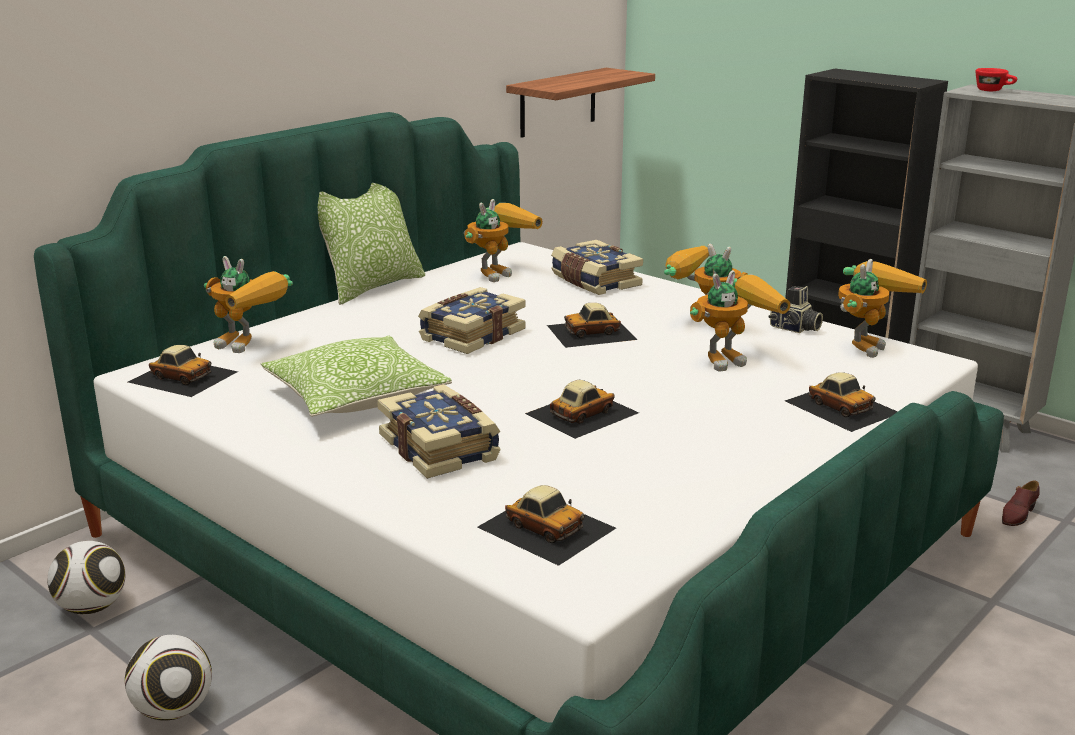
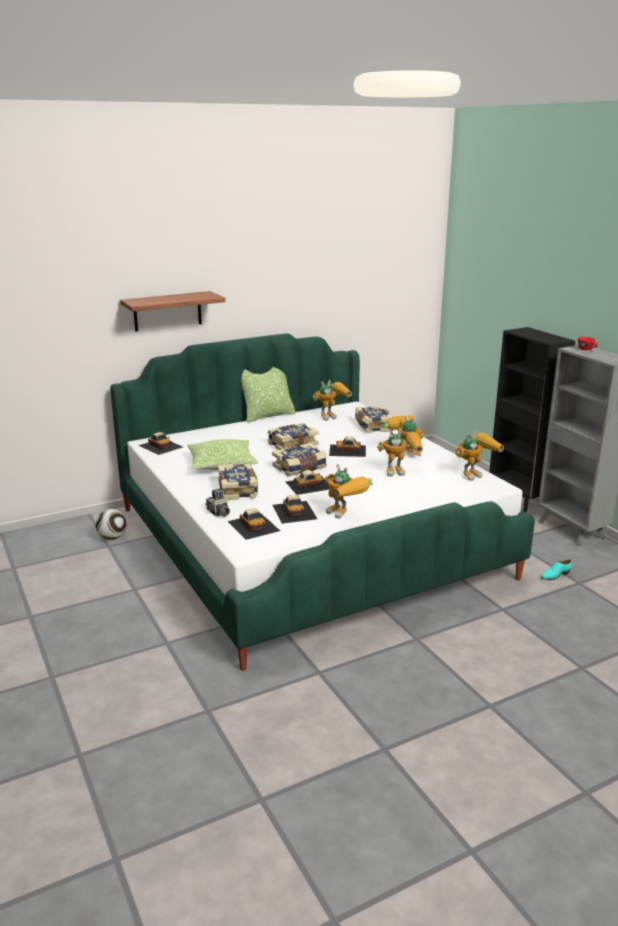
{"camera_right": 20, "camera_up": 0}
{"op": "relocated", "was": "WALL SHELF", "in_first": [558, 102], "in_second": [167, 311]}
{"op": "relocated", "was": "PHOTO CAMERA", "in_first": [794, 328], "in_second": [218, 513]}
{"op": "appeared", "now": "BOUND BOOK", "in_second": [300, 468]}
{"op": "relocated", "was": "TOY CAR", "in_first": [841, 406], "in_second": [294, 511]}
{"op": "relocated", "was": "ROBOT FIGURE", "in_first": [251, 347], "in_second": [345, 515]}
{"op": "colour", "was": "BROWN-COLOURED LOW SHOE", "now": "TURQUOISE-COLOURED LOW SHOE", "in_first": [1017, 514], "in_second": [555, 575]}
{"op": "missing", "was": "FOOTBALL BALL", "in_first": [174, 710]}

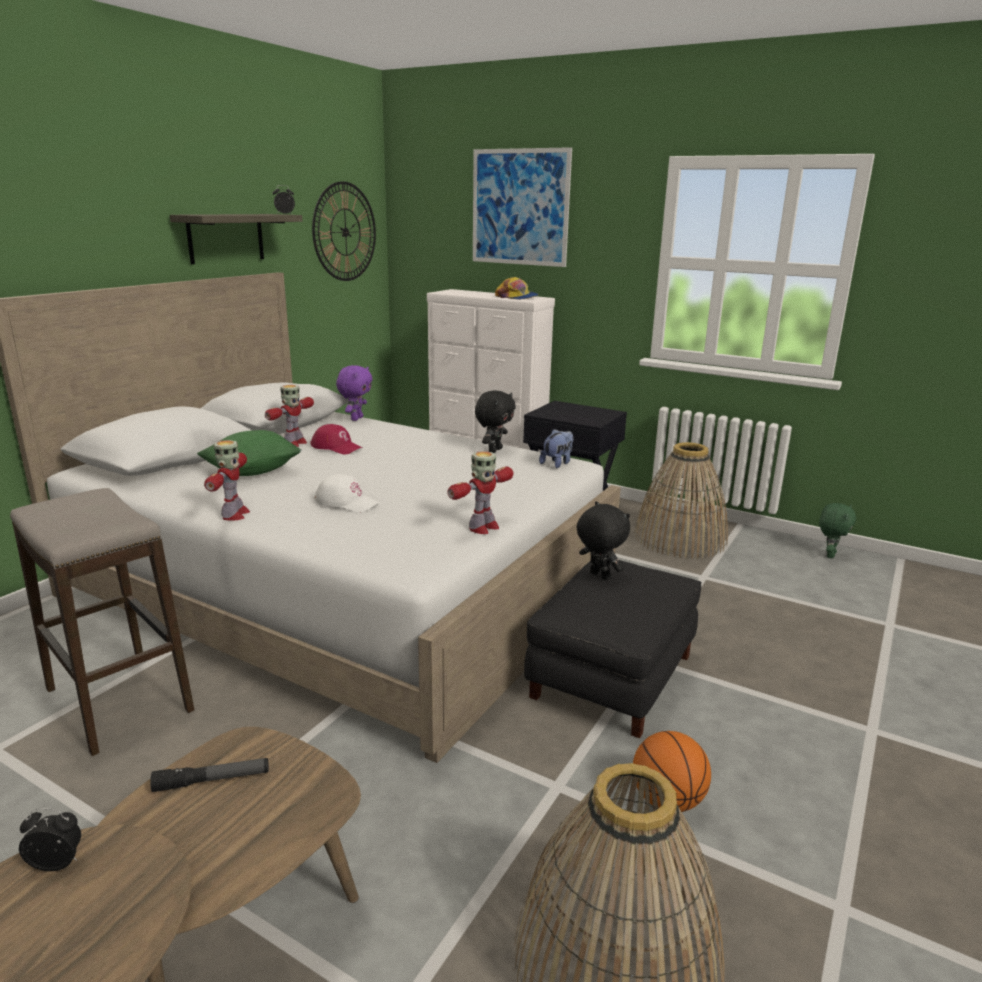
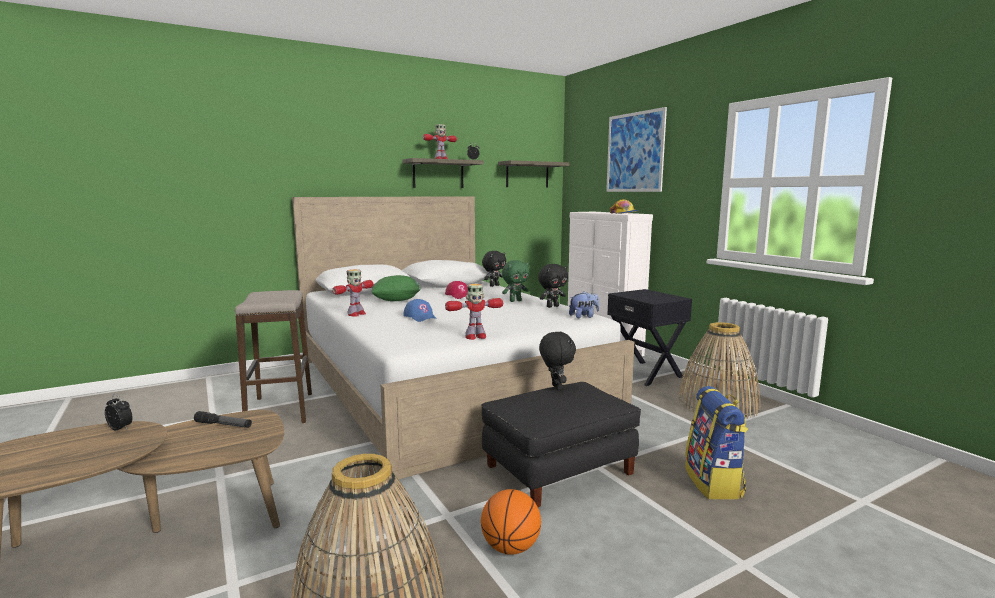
{"camera_right": 30, "camera_up": -10}
{"op": "colour", "was": "WHITISH PEAKED CAP", "now": "BLUISH PEAKED CAP", "in_first": [347, 502], "in_second": [420, 317]}
{"op": "relocated", "was": "ROBOT FIGURE", "in_first": [294, 443], "in_second": [441, 159]}
{"op": "colour", "was": "PURPLISH CUDDLY TOY", "now": "BLACK-COLOURED CUDDLY TOY", "in_first": [356, 418], "in_second": [494, 285]}
{"op": "exchanged", "was": "CLOCK ON THE WALL", "now": "WALL SHELF", "in_first": [345, 232], "in_second": [527, 175]}
{"op": "relocated", "was": "GREEN CUDDLY TOY", "in_first": [829, 555], "in_second": [515, 301]}
{"op": "appeared", "now": "KNAPSACK", "in_second": [714, 483]}

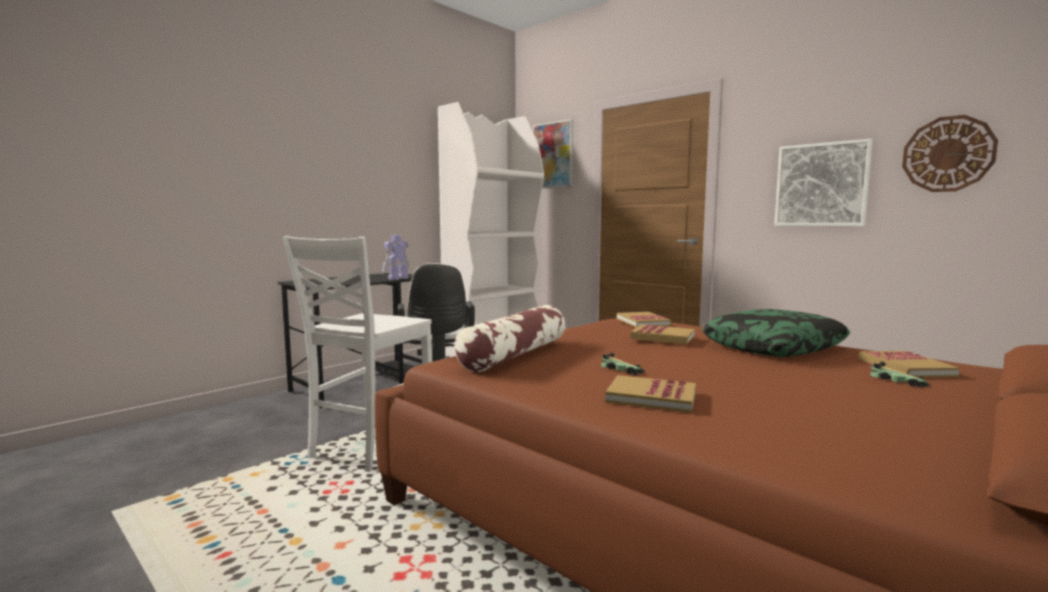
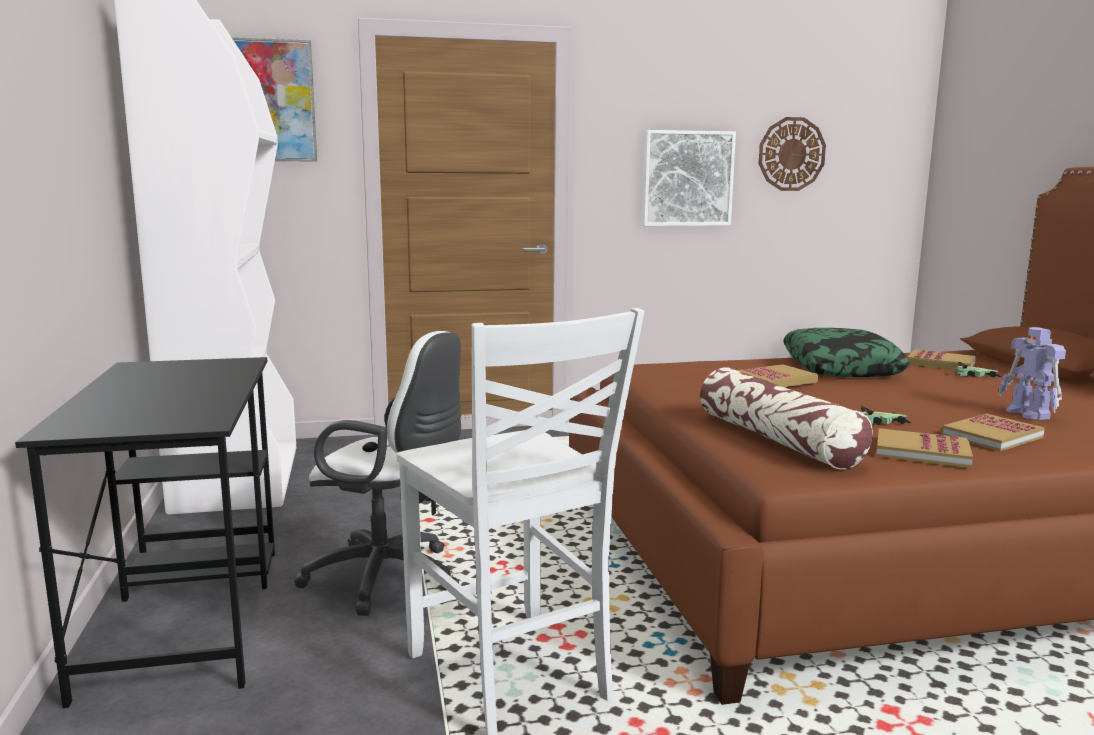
{"camera_right": -55, "camera_up": 5}
{"op": "relocated", "was": "BOUND BOOK", "in_first": [643, 322], "in_second": [922, 452]}
{"op": "relocated", "was": "ROBOT FIGURE", "in_first": [397, 278], "in_second": [1028, 414]}

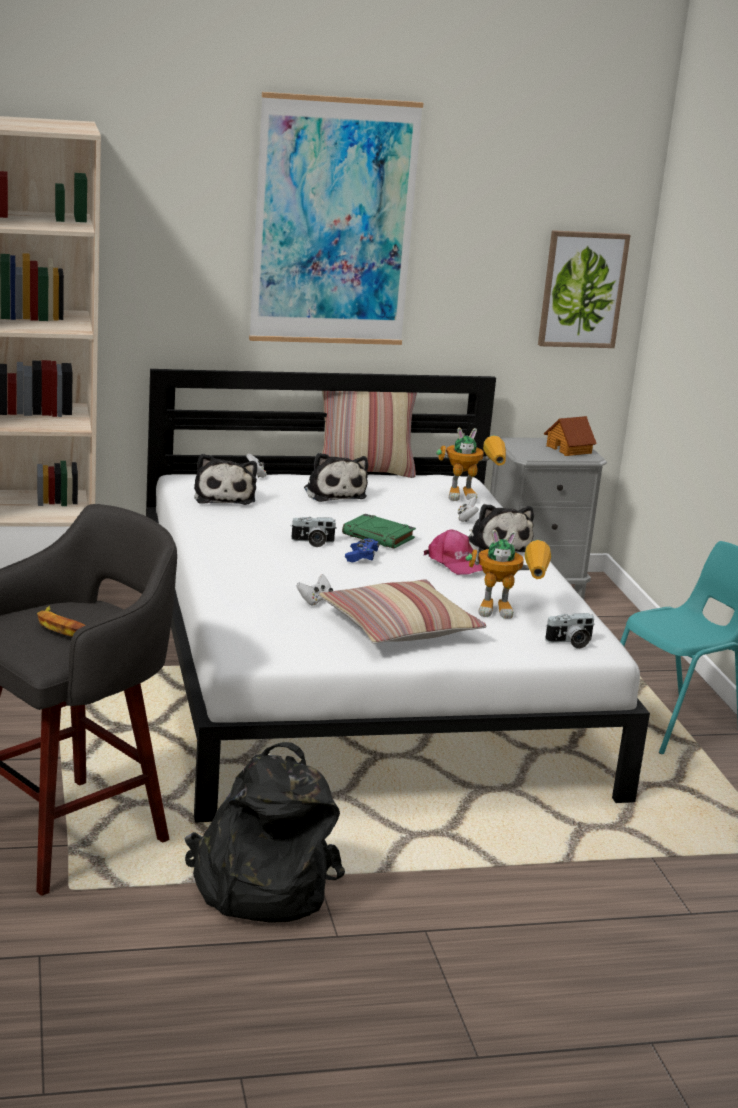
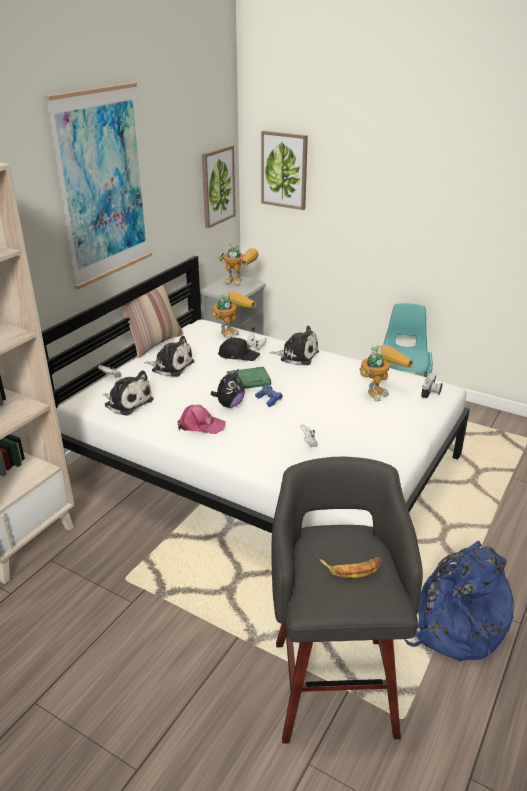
{"camera_right": -45, "camera_up": 10}
{"op": "relocated", "was": "PINK-COLOURED PEAKED CAP", "in_first": [454, 563], "in_second": [200, 425]}
{"op": "exchanged", "was": "PHOTO CAMERA", "now": "CUDDLY TOY", "in_first": [313, 542], "in_second": [229, 405]}
{"op": "exchanged", "was": "MINIATURE HOUSE", "now": "ROBOT FIGURE", "in_first": [569, 449], "in_second": [240, 282]}
{"op": "appeared", "now": "BLACK-COLOURED PEAKED CAP", "in_second": [238, 355]}
{"op": "appeared", "now": "PICTURE", "in_second": [284, 170]}
{"op": "colour", "was": "BLACK-COLOURED KNAPSACK", "now": "BLUISH KNAPSACK", "in_first": [259, 885], "in_second": [452, 626]}
{"op": "missing", "was": "PILLOW", "in_first": [399, 628]}

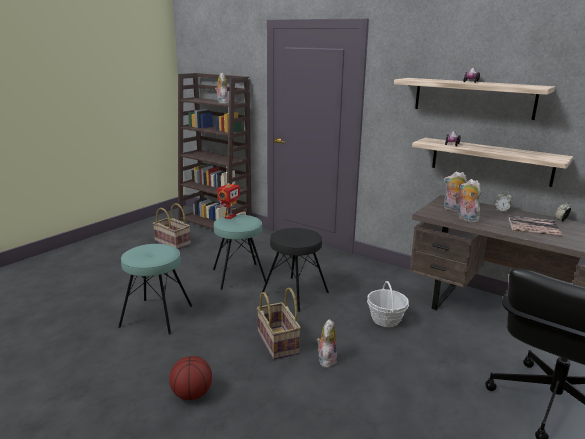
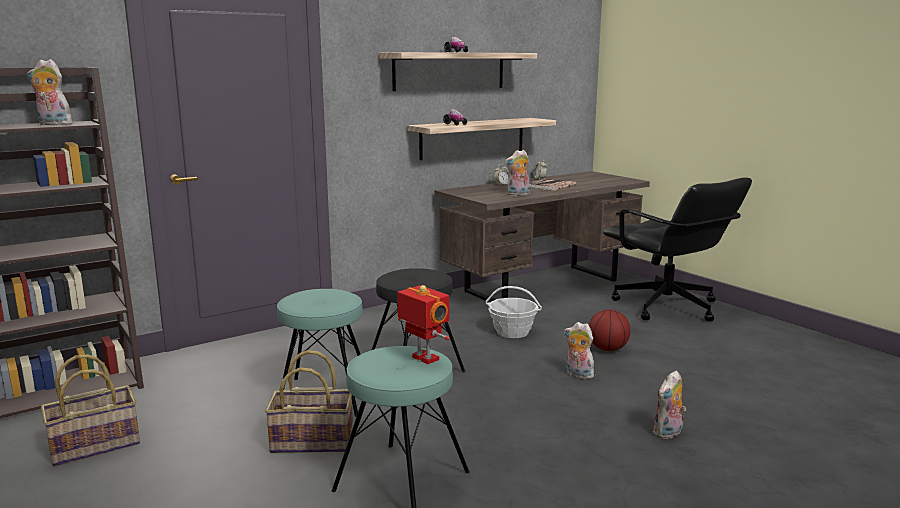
{"camera_right": -70, "camera_up": -5}
{"op": "relocated", "was": "BASKET", "in_first": [278, 342], "in_second": [313, 441]}
{"op": "relocated", "was": "ROBOT FIGURE", "in_first": [229, 216], "in_second": [424, 359]}
{"op": "relocated", "was": "BALL FOR BASKETBALL", "in_first": [191, 394], "in_second": [608, 349]}
{"op": "relocated", "was": "CUDDLY TOY", "in_first": [453, 210], "in_second": [668, 433]}

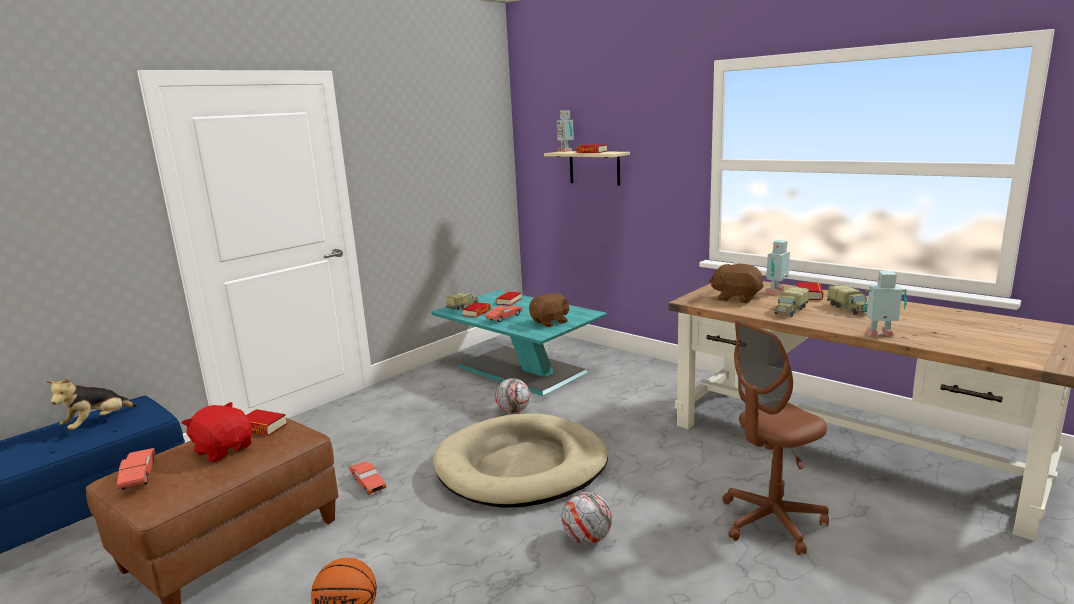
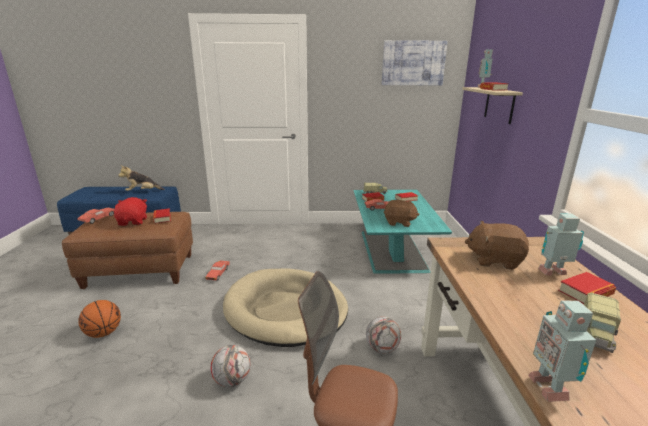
{"camera_right": 45, "camera_up": 5}
{"op": "relocated", "was": "FOOTBALL BALL", "in_first": [513, 411], "in_second": [382, 348]}
{"op": "appeared", "now": "PICTURE", "in_second": [413, 63]}
{"op": "spun", "was": "BROWN-COLOURED CUDDLY TOY", "in_first": [736, 298], "in_second": [494, 260], "clockwise": -60}
{"op": "spun", "was": "ROBOT FIGURE", "in_first": [881, 335], "in_second": [550, 387], "clockwise": -150}
{"op": "missing", "was": "TOY TRUCK", "in_first": [790, 310]}

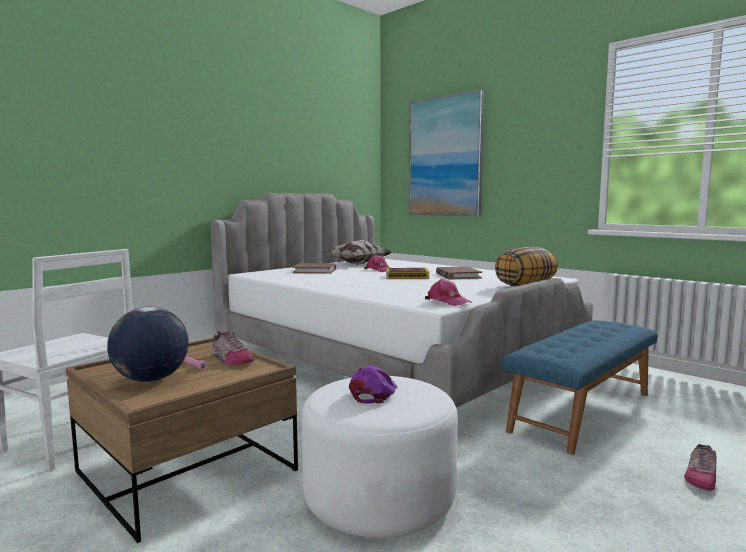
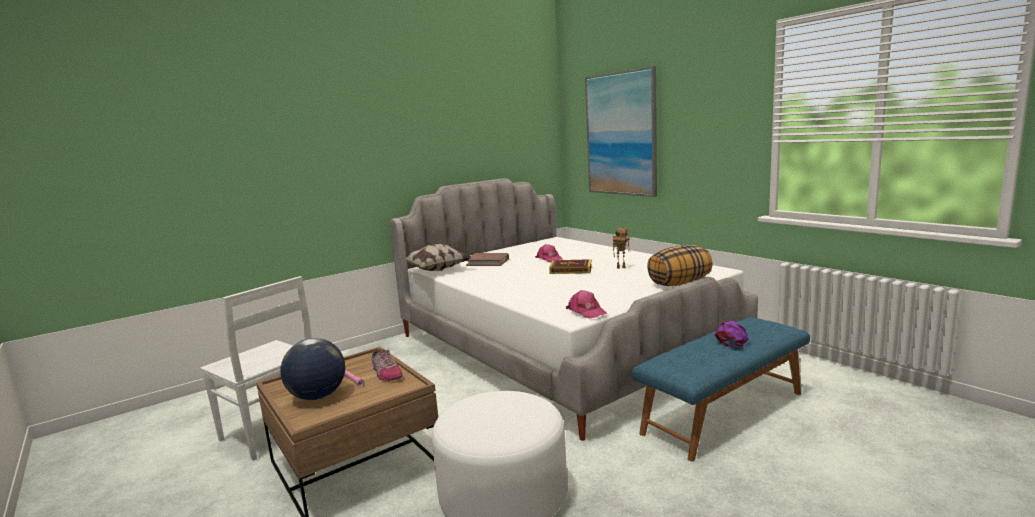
{"camera_right": 10, "camera_up": 5}
{"op": "relocated", "was": "PILLOW", "in_first": [356, 264], "in_second": [435, 270]}
{"op": "exchanged", "was": "BROWN-COLOURED BOUND BOOK", "now": "ROBOT FIGURE", "in_first": [458, 276], "in_second": [621, 267]}
{"op": "relocated", "was": "PURPLISH PEAKED CAP", "in_first": [374, 393], "in_second": [732, 339]}
{"op": "missing", "was": "LOW SHOE", "in_first": [700, 476]}

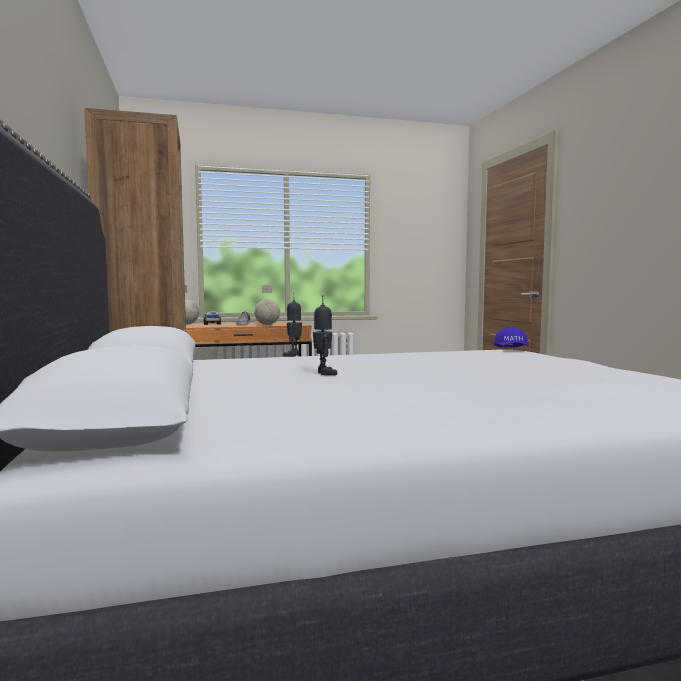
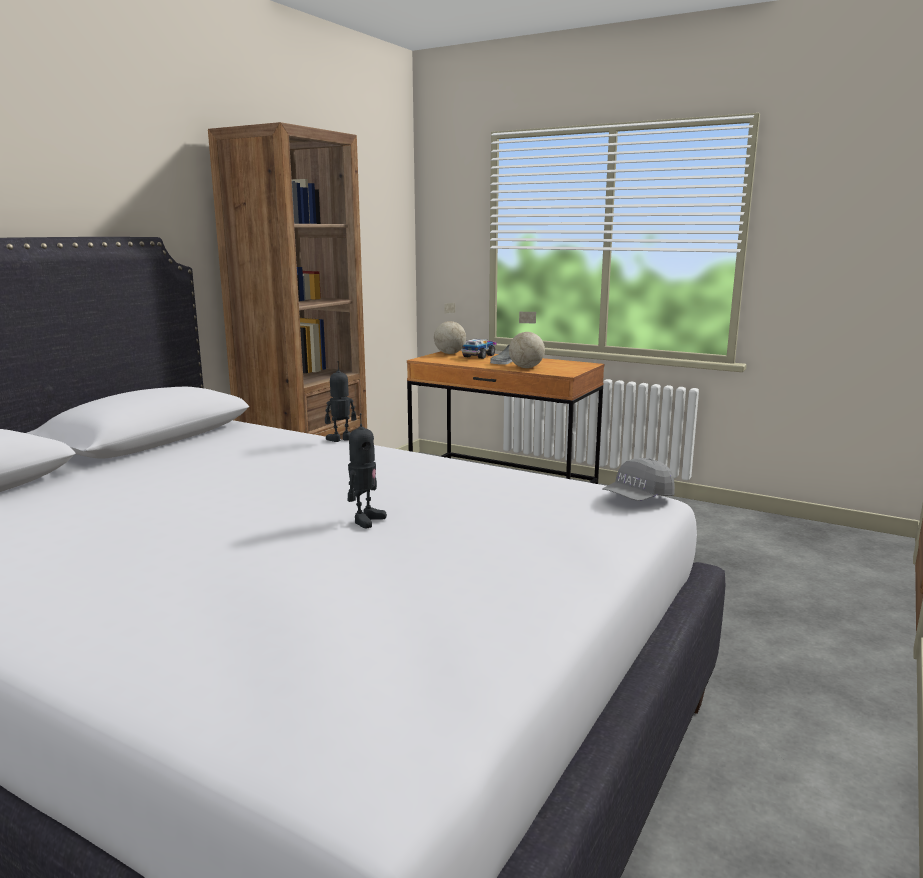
{"camera_right": 45, "camera_up": 10}
{"op": "relocated", "was": "ROBOT FIGURE", "in_first": [324, 373], "in_second": [365, 520]}
{"op": "colour", "was": "BLUISH PEAKED CAP", "now": "GREY PEAKED CAP", "in_first": [511, 349], "in_second": [637, 498]}

